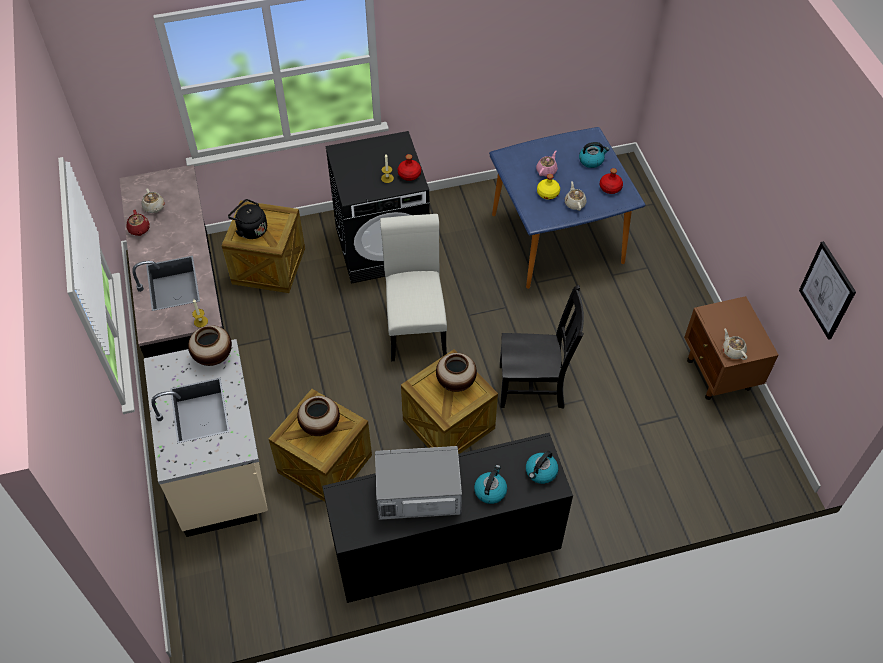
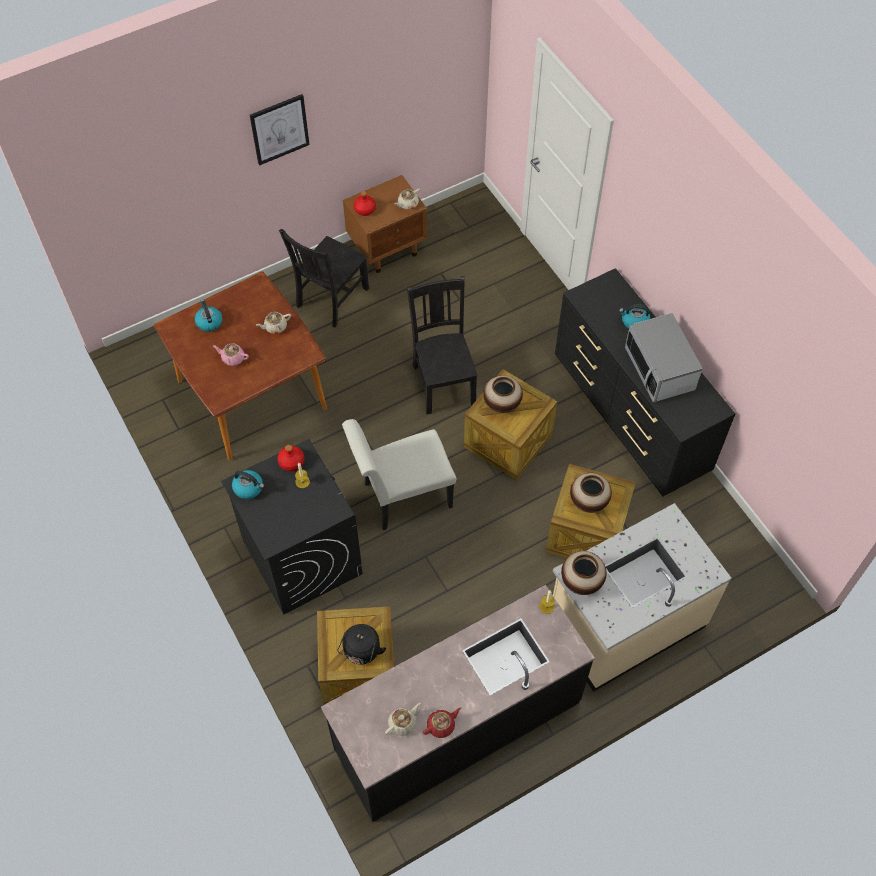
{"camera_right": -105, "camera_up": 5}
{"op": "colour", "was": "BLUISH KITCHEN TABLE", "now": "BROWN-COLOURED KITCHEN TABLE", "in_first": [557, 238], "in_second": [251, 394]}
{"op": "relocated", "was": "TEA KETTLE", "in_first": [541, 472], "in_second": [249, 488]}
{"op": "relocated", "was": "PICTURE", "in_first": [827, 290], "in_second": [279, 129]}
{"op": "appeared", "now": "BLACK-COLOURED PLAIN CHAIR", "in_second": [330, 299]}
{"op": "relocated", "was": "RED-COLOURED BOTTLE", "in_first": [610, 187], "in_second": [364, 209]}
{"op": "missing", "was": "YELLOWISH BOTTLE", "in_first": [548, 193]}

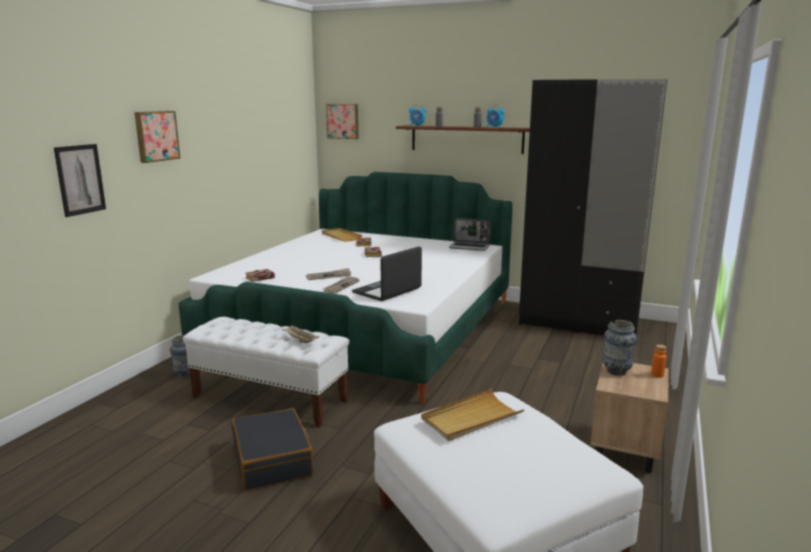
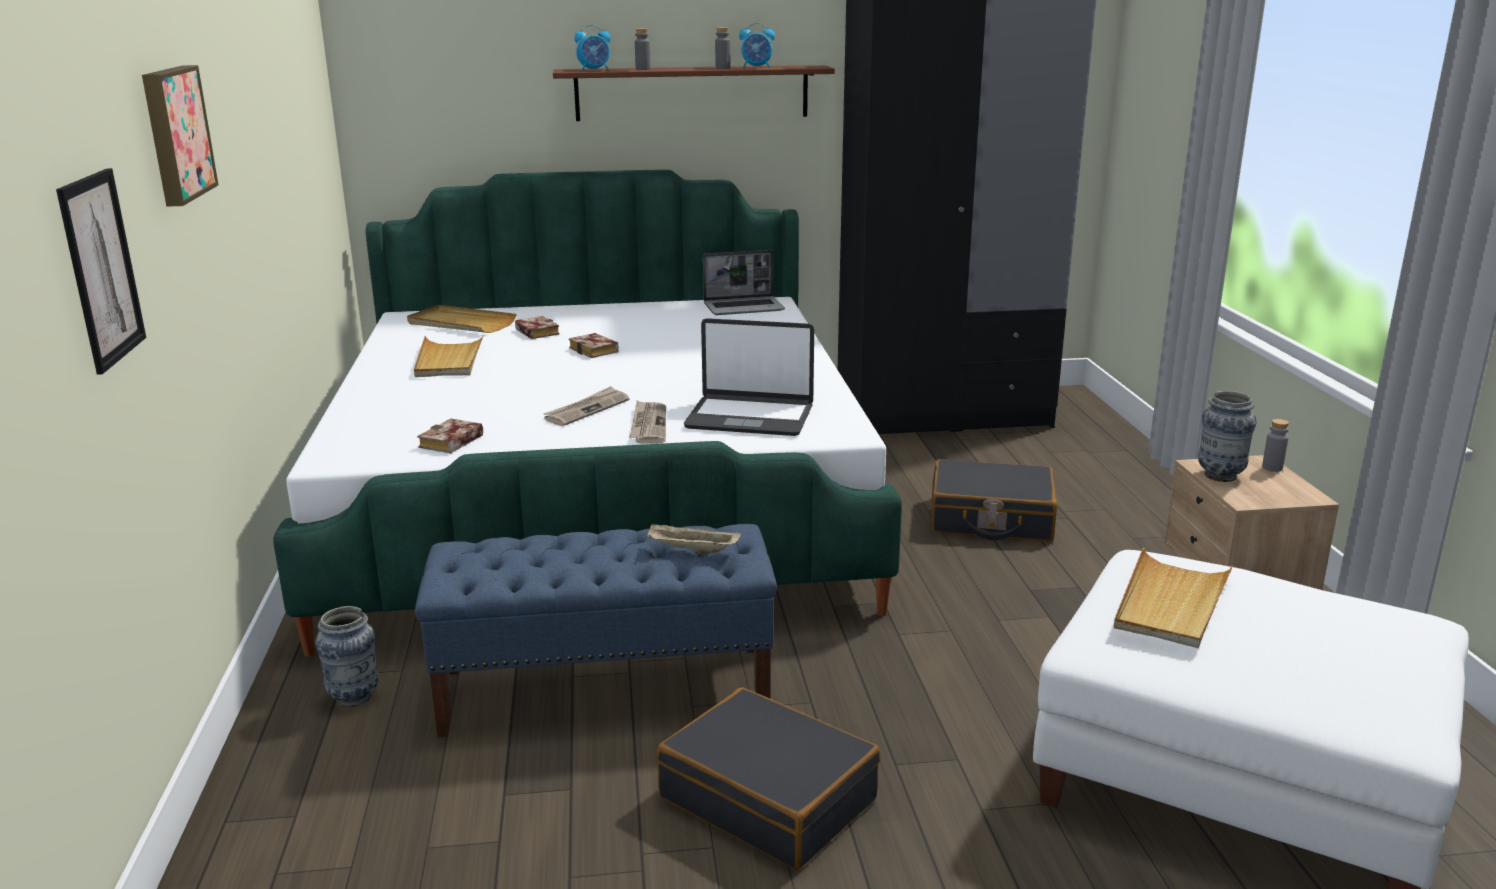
{"camera_right": -30, "camera_up": 5}
{"op": "appeared", "now": "SAND-COLOURED CARRYING TRAY", "in_second": [449, 360]}
{"op": "colour", "was": "WHITISH INDOOR BENCH", "now": "BLUISH INDOOR BENCH", "in_first": [270, 399], "in_second": [606, 689]}
{"op": "spun", "was": "LAPTOP", "in_first": [387, 291], "in_second": [750, 417], "clockwise": -90}
{"op": "appeared", "now": "BLACK-COLOURED TRAVEL CASE", "in_second": [991, 519]}
{"op": "colour", "was": "ORANGEY BOTTLE", "now": "GREY BOTTLE", "in_first": [657, 375], "in_second": [1272, 468]}
{"op": "missing", "was": "PICTURE", "in_first": [343, 121]}

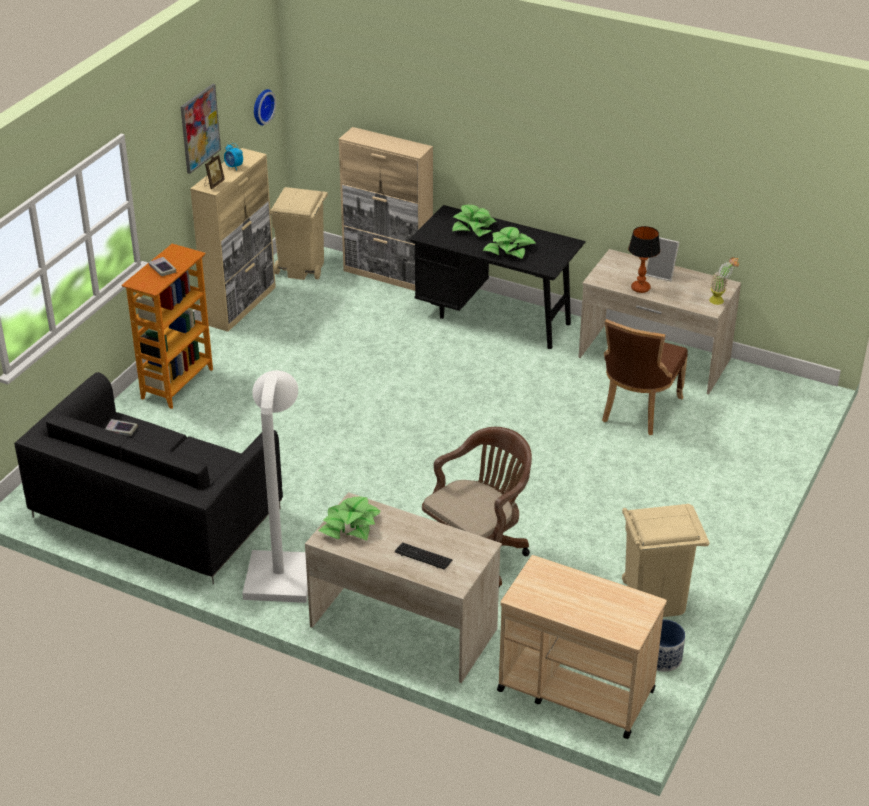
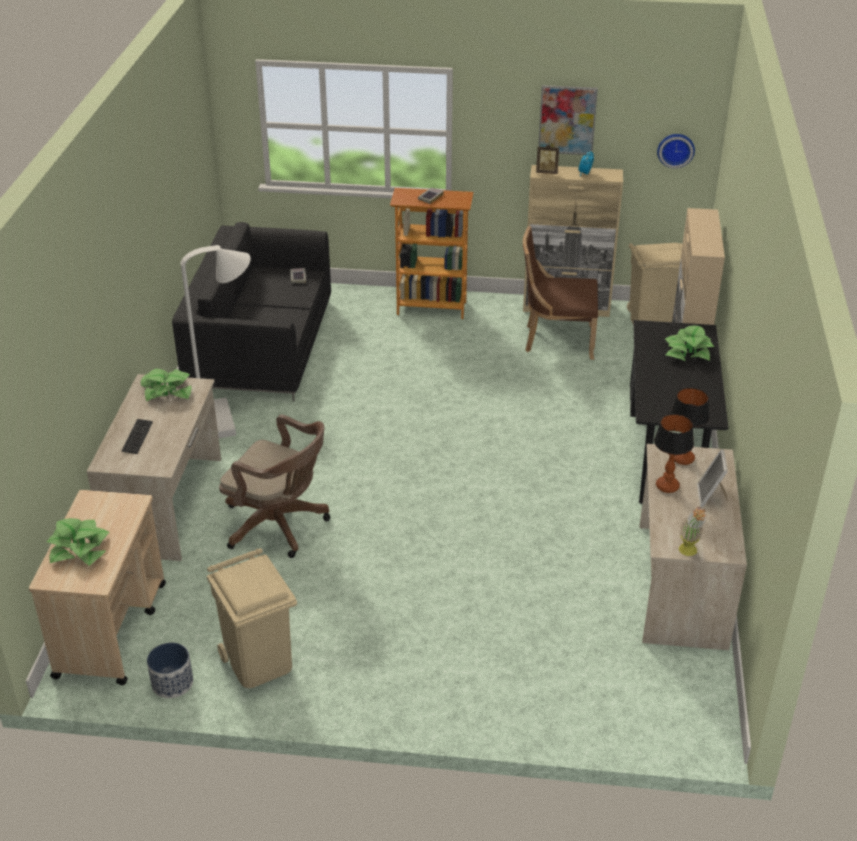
{"camera_right": 70, "camera_up": 0}
{"op": "relocated", "was": "POTTED PLANT", "in_first": [509, 250], "in_second": [79, 549]}
{"op": "relocated", "was": "BROWN-COLOURED PLAIN CHAIR", "in_first": [637, 410], "in_second": [556, 340]}
{"op": "appeared", "now": "LAMP FOR A TABLE", "in_second": [682, 458]}

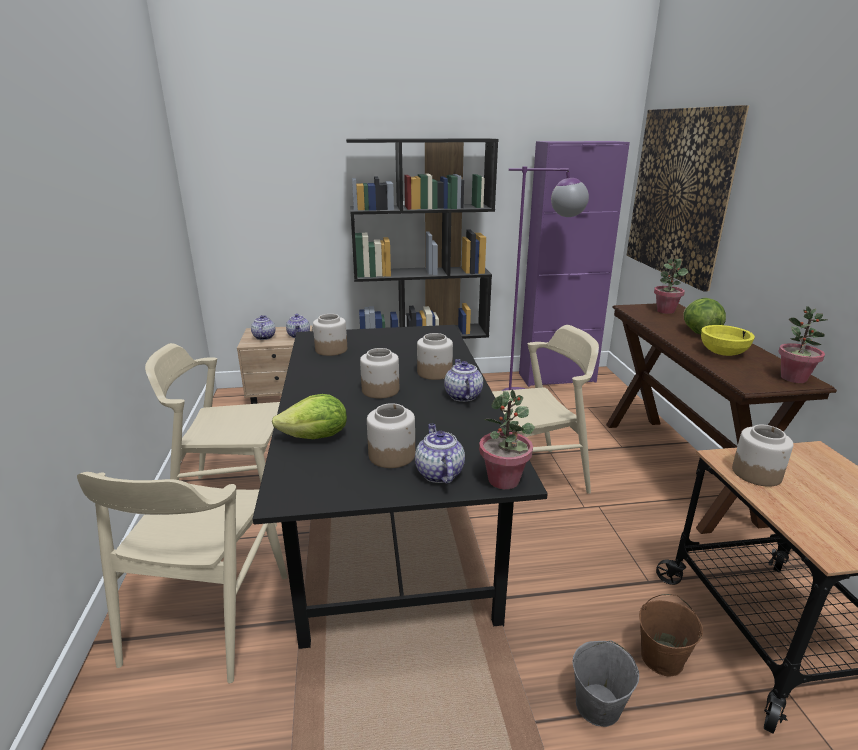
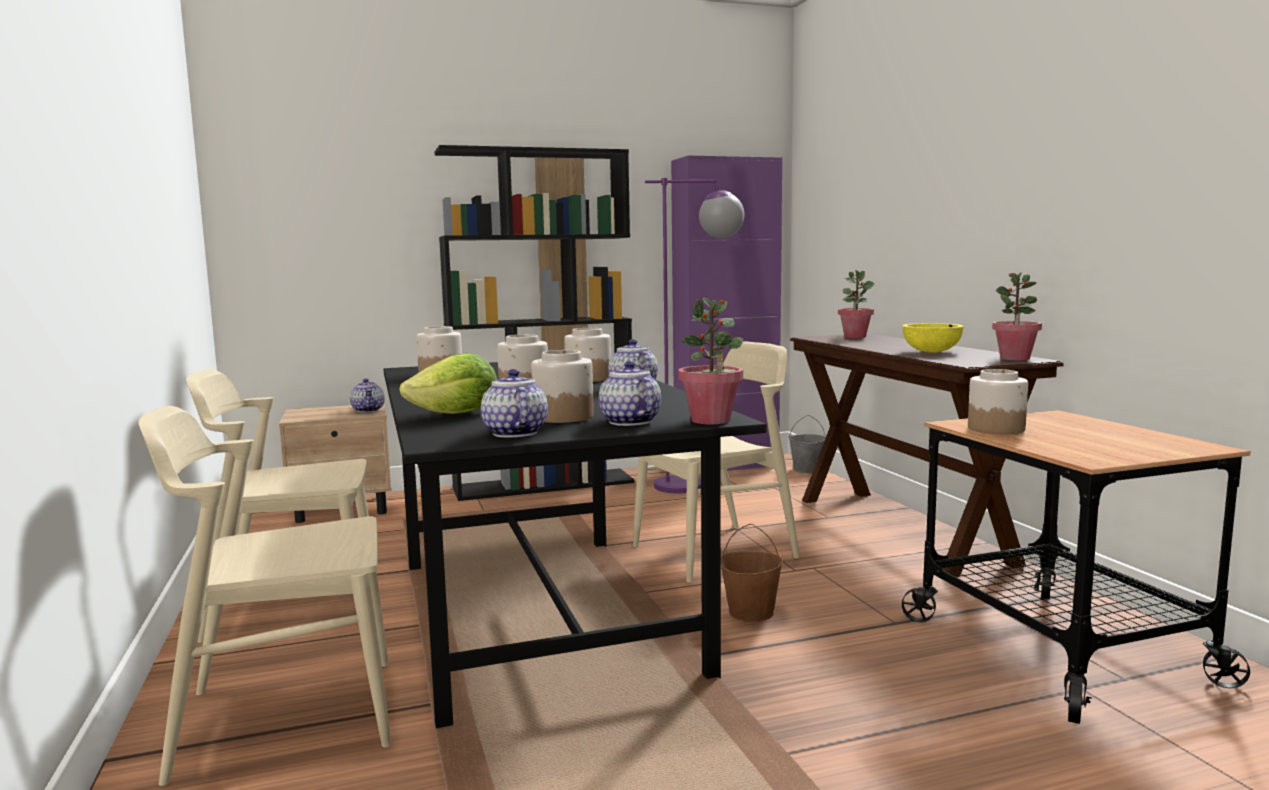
{"camera_right": -10, "camera_up": -15}
{"op": "spun", "was": "SAND-COLOURED PLAIN CHAIR", "in_first": [208, 617], "in_second": [286, 717], "clockwise": 75}
{"op": "relocated", "was": "POT FOR TEA", "in_first": [264, 337], "in_second": [514, 433]}
{"op": "relocated", "was": "BROWN-COLOURED PAIL", "in_first": [662, 658], "in_second": [751, 613]}
{"op": "relocated", "was": "GREY PAIL", "in_first": [598, 706], "in_second": [806, 470]}
{"op": "missing", "was": "PICTURE", "in_first": [679, 194]}
{"op": "missing", "was": "LETTUCE", "in_first": [699, 333]}

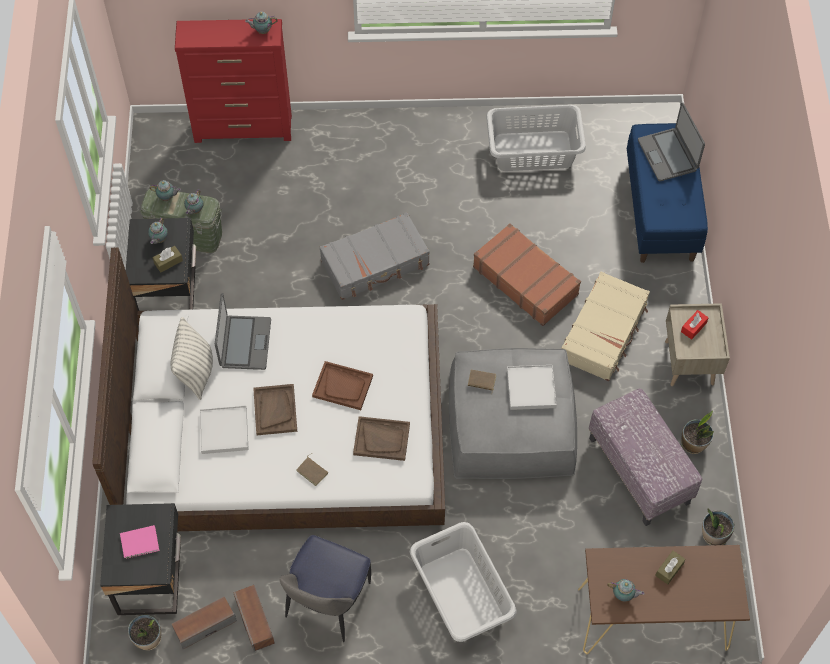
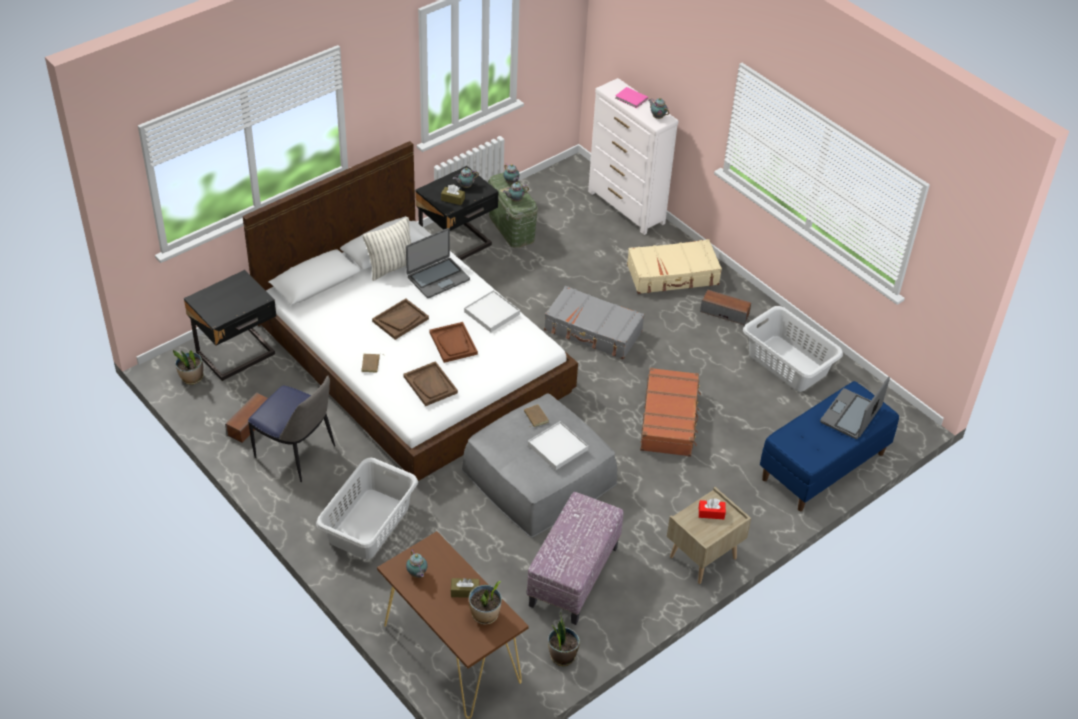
{"camera_right": 50, "camera_up": -15}
{"op": "spun", "was": "PLAIN CHAIR", "in_first": [327, 603], "in_second": [297, 453], "clockwise": -135}
{"op": "relocated", "was": "WHITISH CARRYING TRAY", "in_first": [224, 431], "in_second": [492, 313]}
{"op": "relocated", "was": "POTTED PLANT", "in_first": [693, 444], "in_second": [485, 615]}
{"op": "colour", "was": "RED-COLOURED DRAWER CHEST", "now": "WHITISH DRAWER CHEST", "in_first": [244, 129], "in_second": [626, 208]}
{"op": "relocated", "was": "PINK-COLOURED BOUND BOOK", "in_first": [141, 543], "in_second": [631, 99]}
{"op": "relocated", "was": "SAND-COLOURED TRAVEL CASE", "in_first": [604, 332], "in_second": [673, 275]}
{"op": "relocated", "was": "LOUDSPEAKER", "in_first": [205, 625], "in_second": [725, 312]}

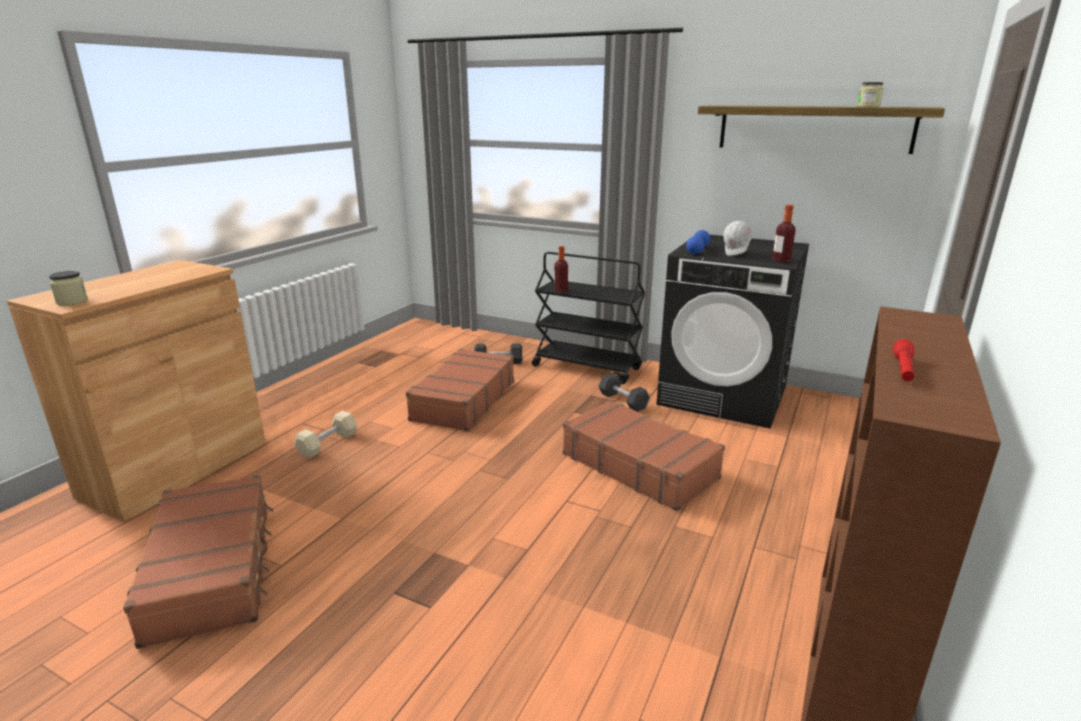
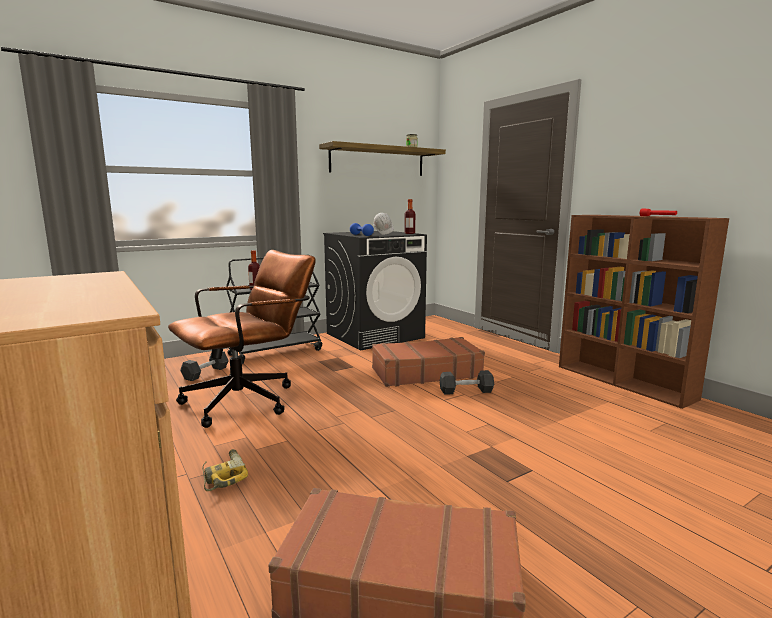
{"camera_right": -60, "camera_up": -10}
{"op": "exchanged", "was": "BROWN-COLOURED TRAVEL CASE", "now": "BROWN-COLOURED COMPUTER CHAIR", "in_first": [463, 400], "in_second": [249, 399]}
{"op": "exchanged", "was": "SAND-COLOURED DUMBBELL", "now": "ELECTRIC DRILL", "in_first": [328, 443], "in_second": [223, 475]}
{"op": "relocated", "was": "BLACK-COLOURED DUMBBELL", "in_first": [623, 401], "in_second": [466, 391]}
{"op": "missing", "was": "PRESERVE JAR", "in_first": [72, 301]}

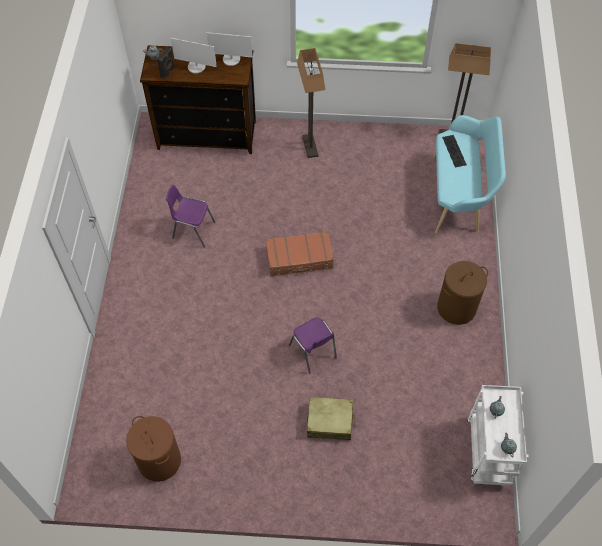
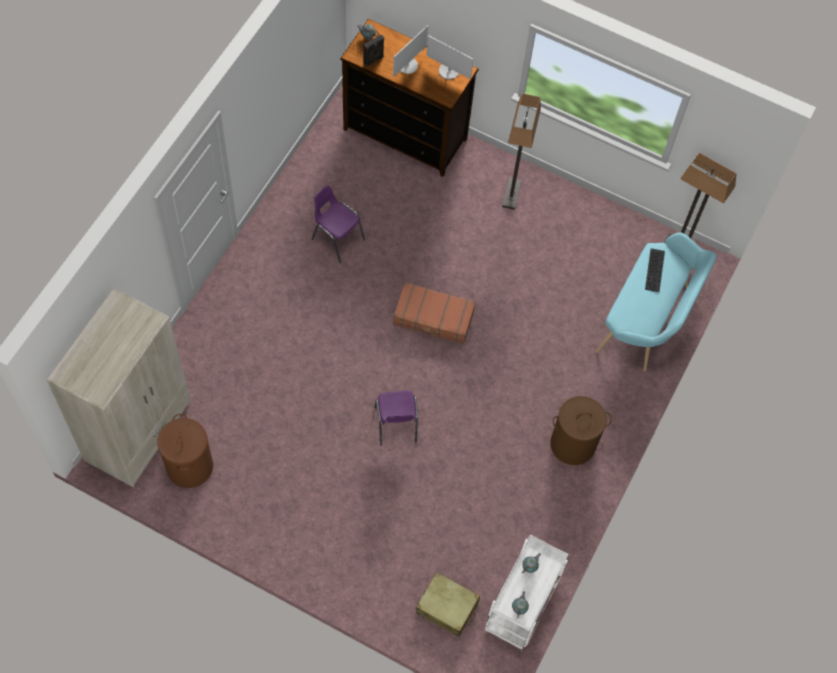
{"camera_right": 20, "camera_up": 5}
{"op": "appeared", "now": "SAND-COLOURED CLOTHES CUPBOARD", "in_second": [139, 431]}
{"op": "spun", "was": "COMPUTER DISPLAY", "in_first": [196, 67], "in_second": [407, 65], "clockwise": -90}
{"op": "relocated", "was": "SAND-COLOURED TRAVEL CASE", "in_first": [330, 422], "in_second": [447, 607]}

